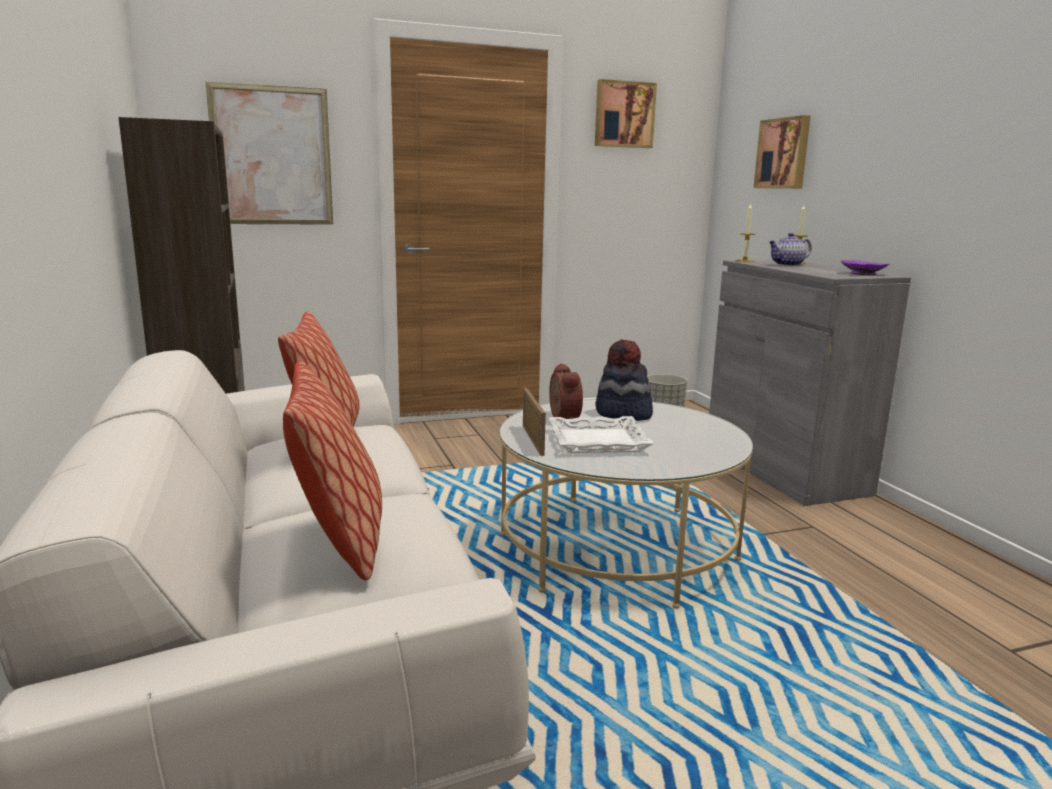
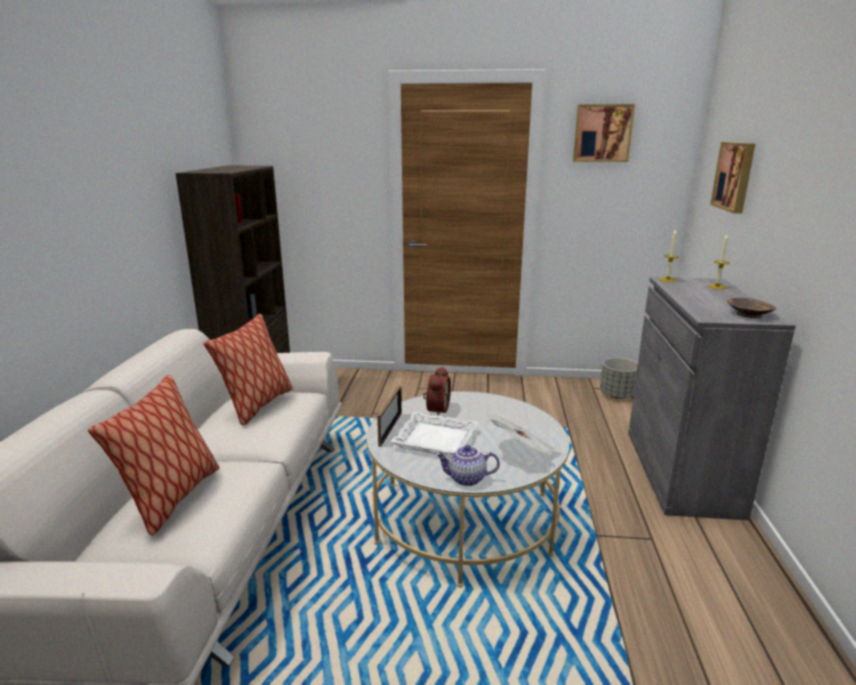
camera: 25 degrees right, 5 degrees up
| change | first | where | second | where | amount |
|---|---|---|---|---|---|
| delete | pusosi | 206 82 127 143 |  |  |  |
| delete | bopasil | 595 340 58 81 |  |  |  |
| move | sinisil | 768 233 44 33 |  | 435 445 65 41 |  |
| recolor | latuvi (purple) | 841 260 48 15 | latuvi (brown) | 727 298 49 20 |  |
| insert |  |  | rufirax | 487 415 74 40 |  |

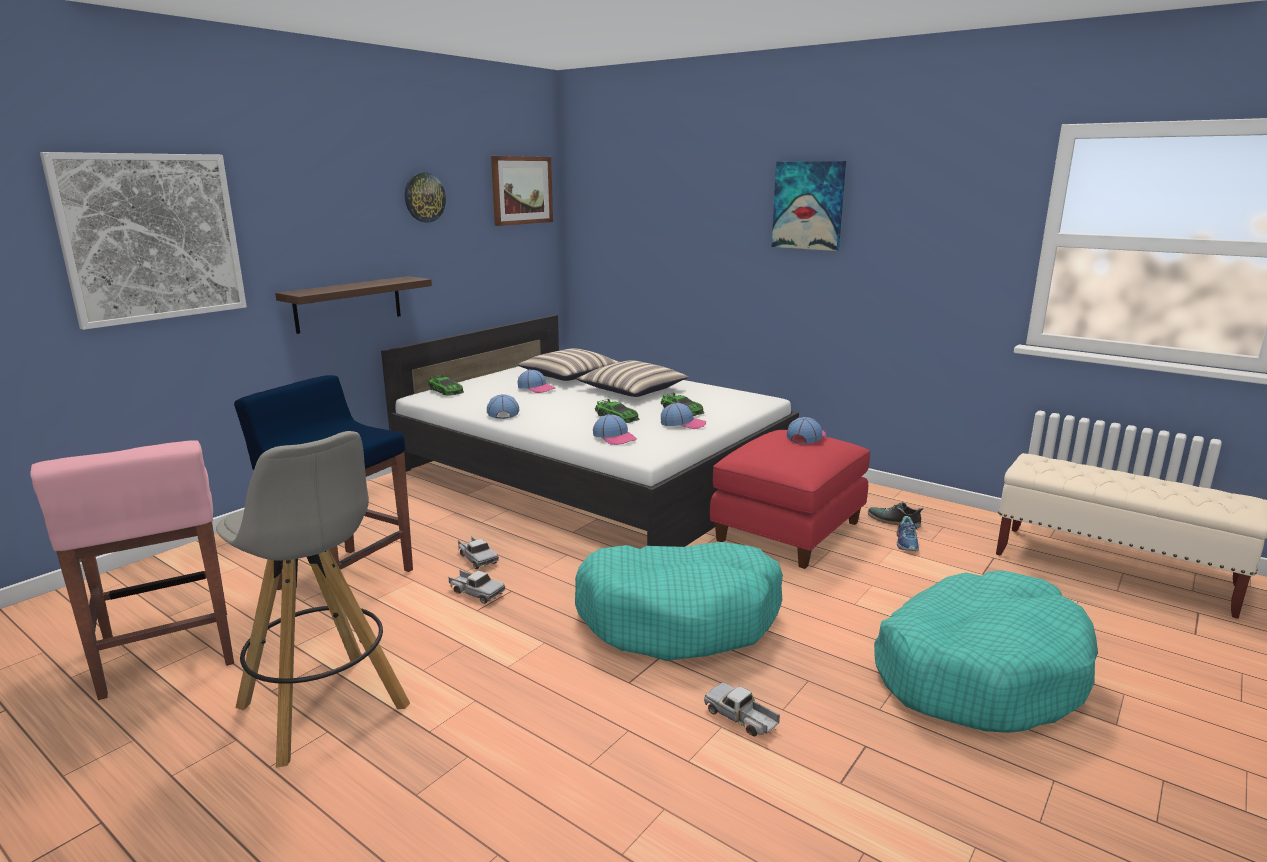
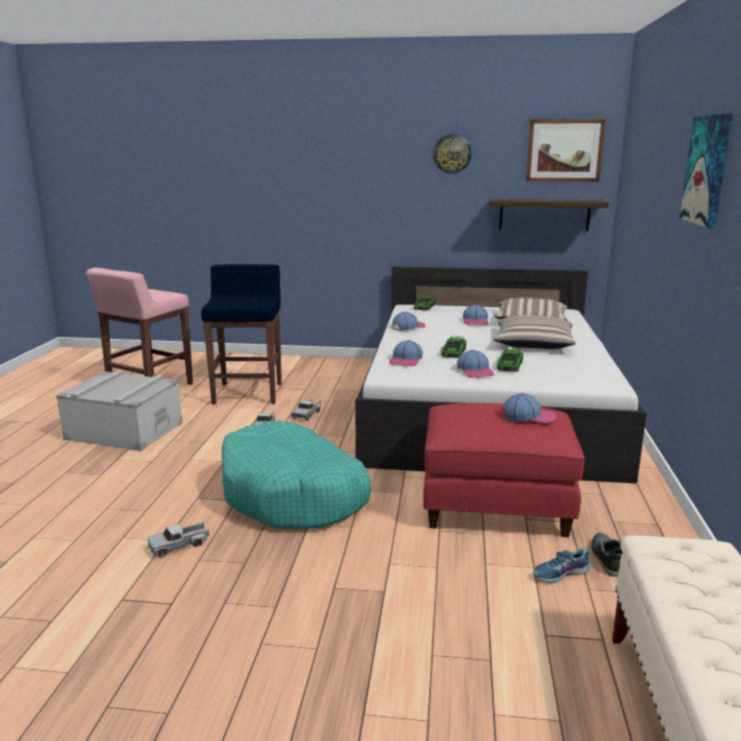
camera: 60 degrees right, 0 degrees up
| change | first | where | second | where | amount |
|---|---|---|---|---|---|
| delete | pusosi | 40 152 207 178 |  |  |  |
| replace | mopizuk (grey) | 216 431 194 337 | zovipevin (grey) | 56 371 127 80 |  |
| move | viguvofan | 275 276 157 58 |  | 489 199 120 32 |  |
| rotate | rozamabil | 704 683 76 54 |  | 147 522 62 36 | 135 degrees counterclockwise |
| delete | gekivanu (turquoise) | 874 570 224 163 |  |  |  |

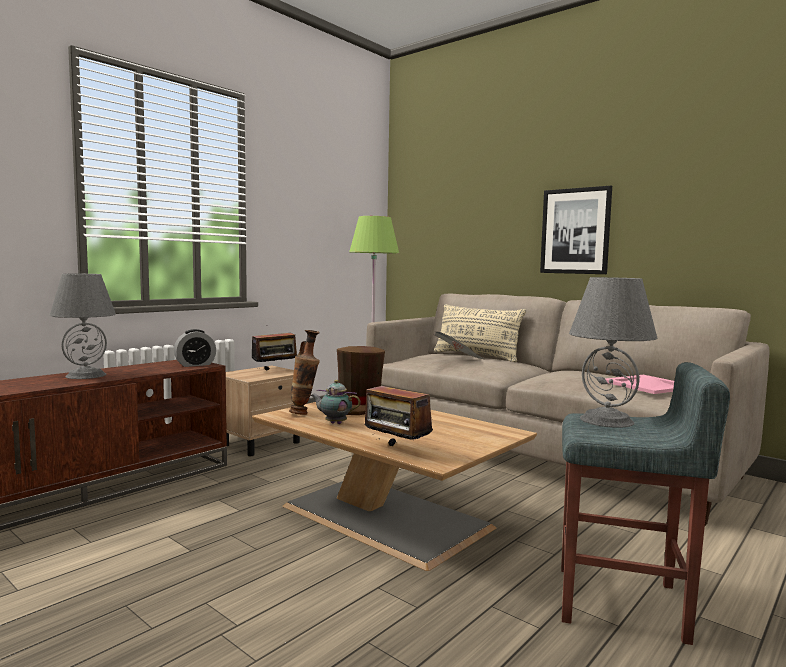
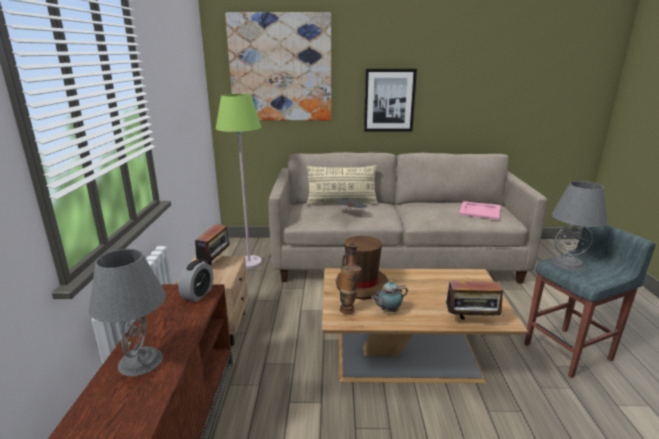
camera: 40 degrees left, 15 degrees up
| change | first | where | second | where | amount |
|---|---|---|---|---|---|
| insert |  |  | pusosi | 225 12 106 109 |  |

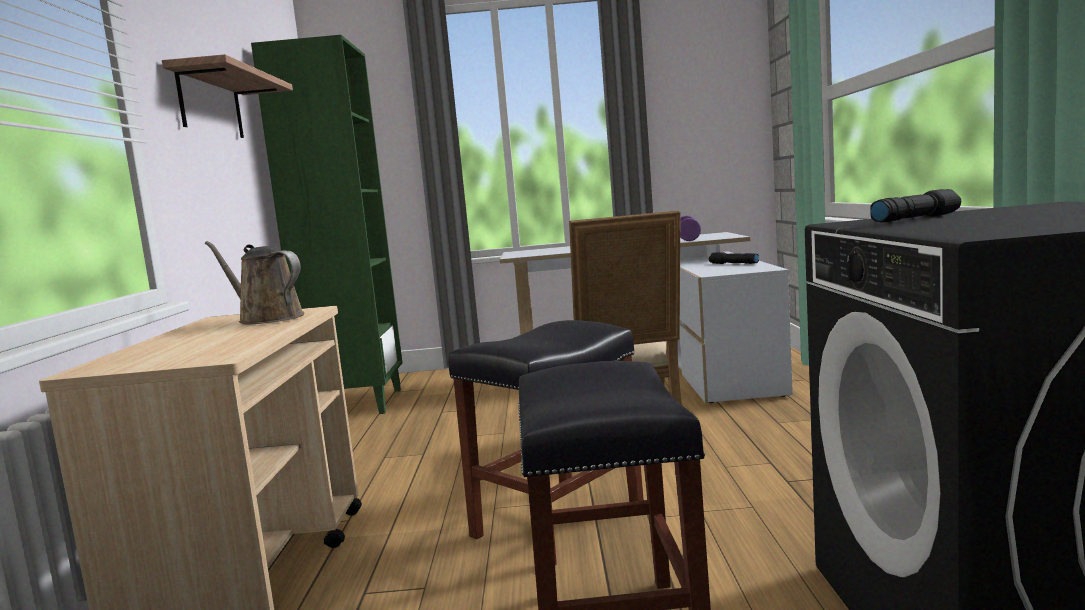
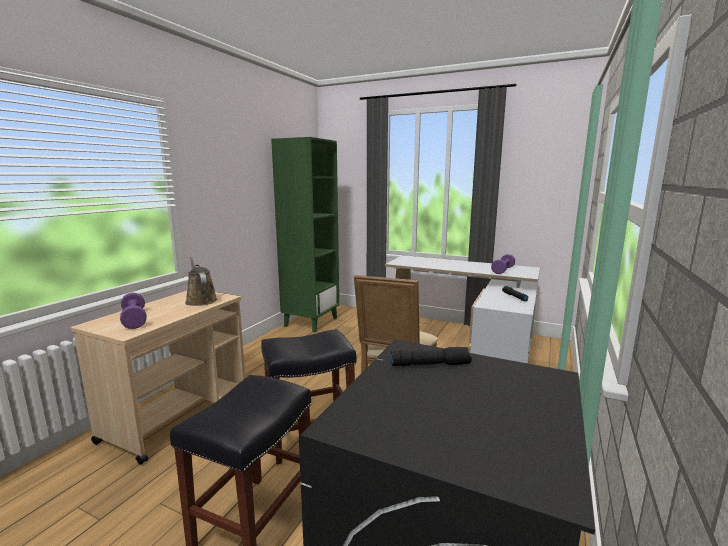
camera: 25 degrees right, 5 degrees up
| change | first | where | second | where | amount |
|---|---|---|---|---|---|
| delete | viguvofan | 162 54 131 84 |  |  |  |
| insert |  |  | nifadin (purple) | 120 293 27 36 |  |

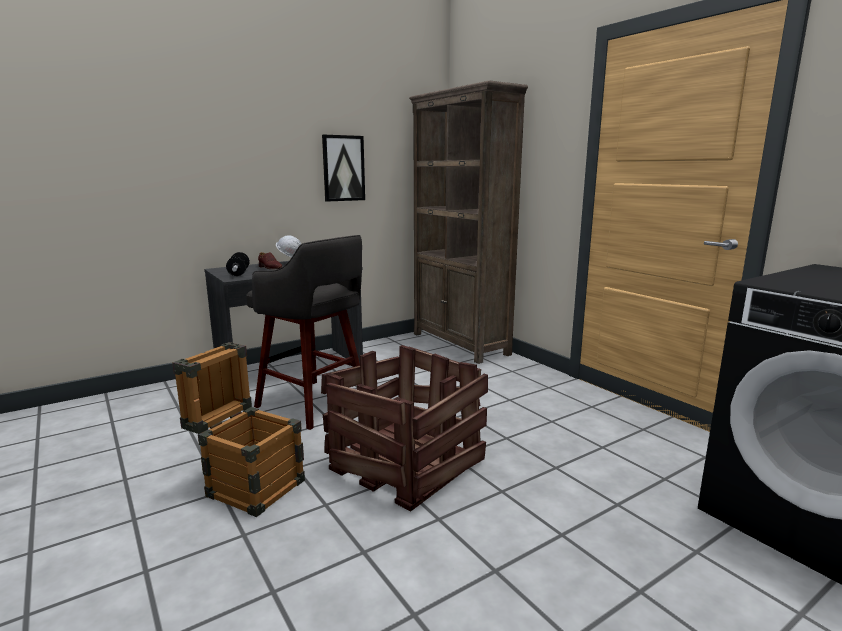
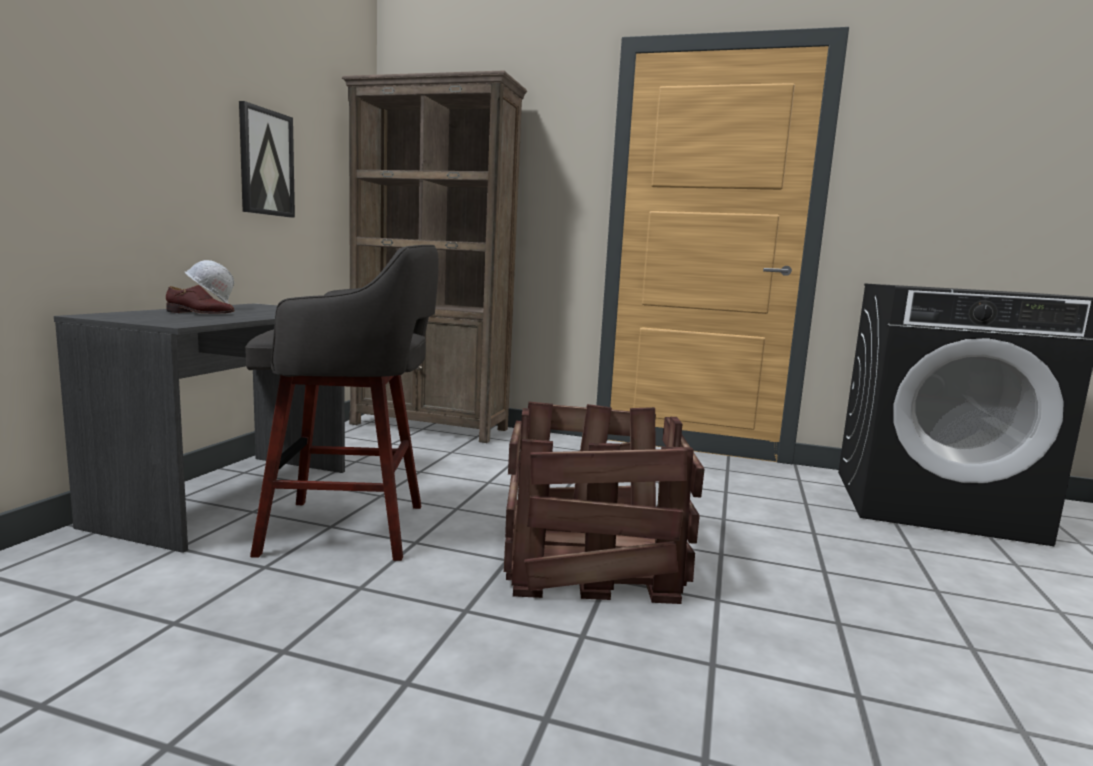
camera: 40 degrees left, 5 degrees down
| change | first | where | second | where | amount |
|---|---|---|---|---|---|
| delete | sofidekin | 172 342 133 175 |  |  |  |
| delete | nifadin | 226 252 24 24 |  |  |  |

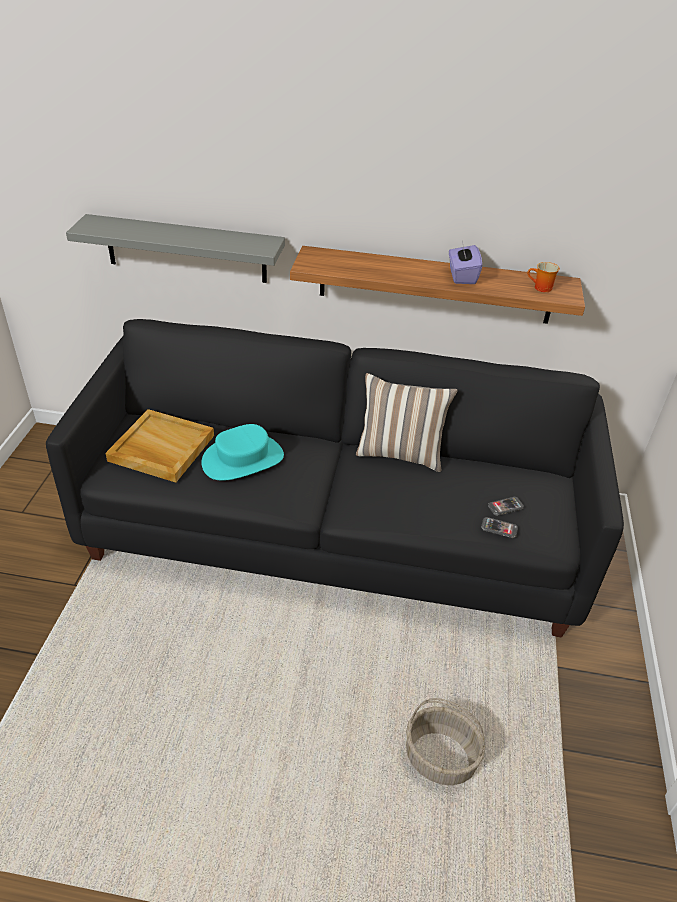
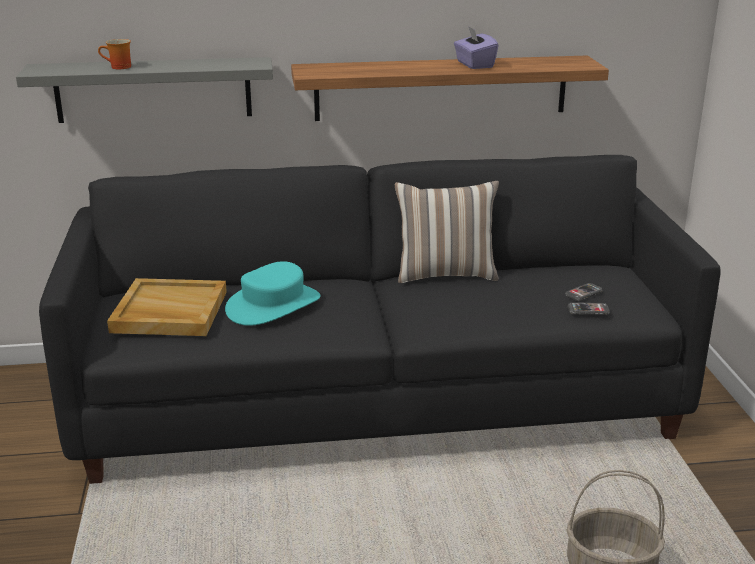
camera: 15 degrees left, 15 degrees down
| change | first | where | second | where | amount |
|---|---|---|---|---|---|
| move | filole | 527 262 33 30 |  | 98 39 33 30 |  |

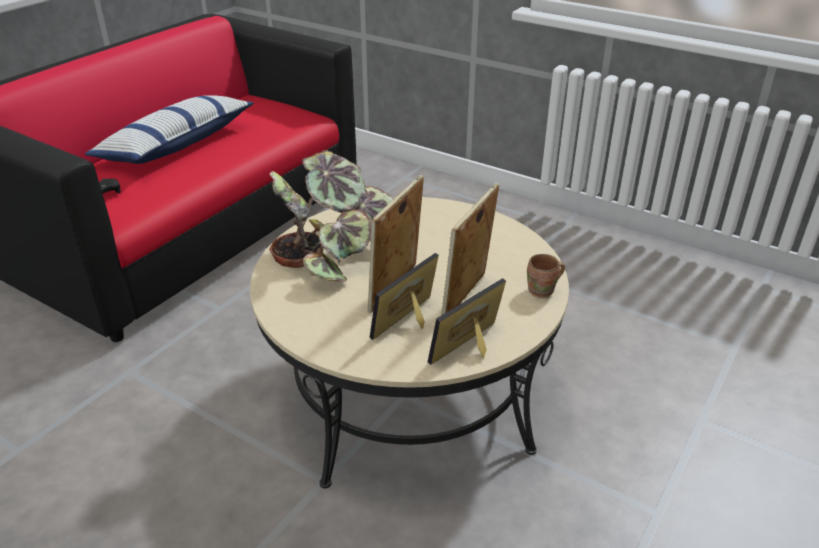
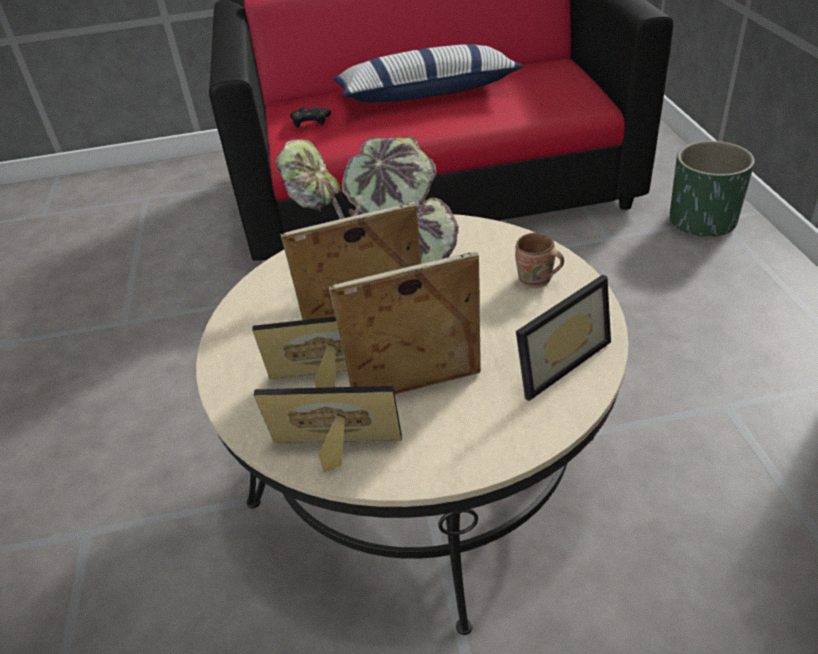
camera: 50 degrees right, 5 degrees up
| change | first | where | second | where | amount |
|---|---|---|---|---|---|
| move | filole (brown) | 527 254 38 44 |  | 515 233 49 55 |  |
| insert |  |  | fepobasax | 516 275 95 126 |  |
| insert |  |  | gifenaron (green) | 670 141 85 99 |  |

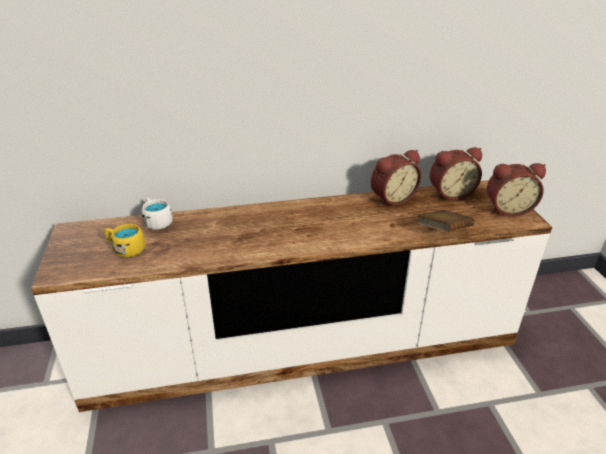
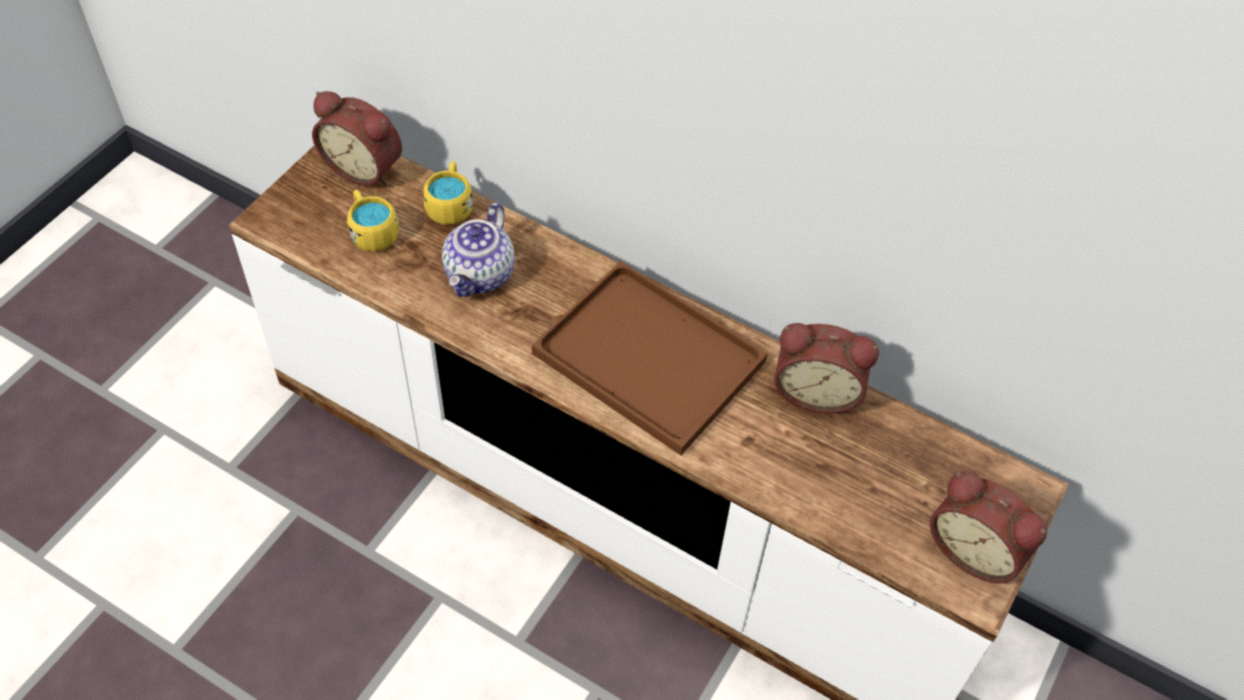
camera: 40 degrees right, 20 degrees up
| change | first | where | second | where | amount |
|---|---|---|---|---|---|
| recolor | filole (white) | 141 198 32 32 | filole (yellow) | 423 161 50 64 |  |
| delete | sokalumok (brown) | 417 210 57 21 |  |  |  |
| move | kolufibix | 430 147 52 53 |  | 312 91 90 95 |  |
| insert |  |  | sinisil | 442 203 73 94 |  |
| insert |  |  | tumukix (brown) | 532 261 236 194 |  |

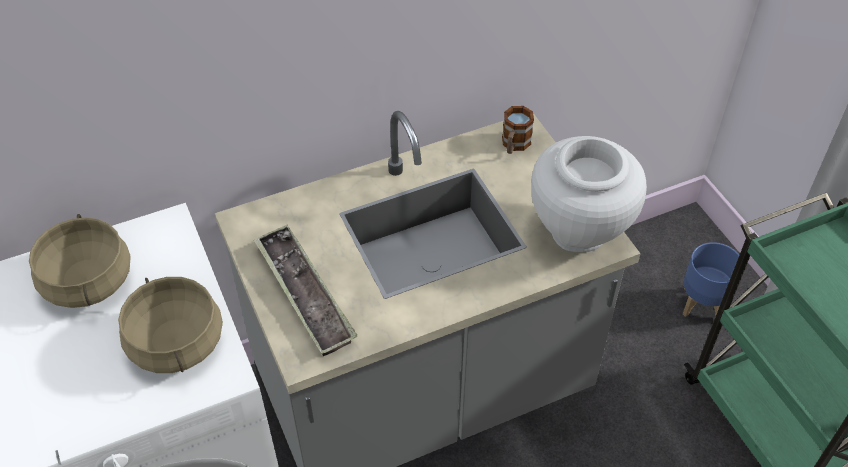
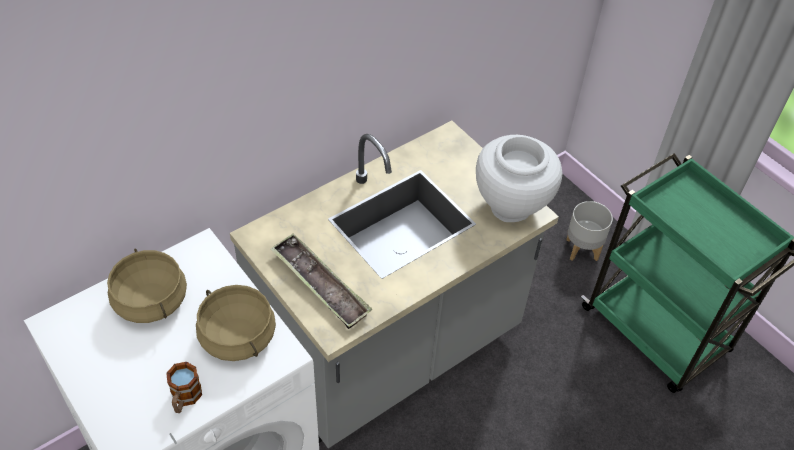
camera: 15 degrees left, 0 degrees up
| change | first | where | second | where | amount |
|---|---|---|---|---|---|
| move | filole | 502 106 32 48 |  | 166 362 36 51 |  |
| recolor | gifenaron (blue) | 683 242 56 75 | gifenaron (grey) | 566 201 47 60 |  |

